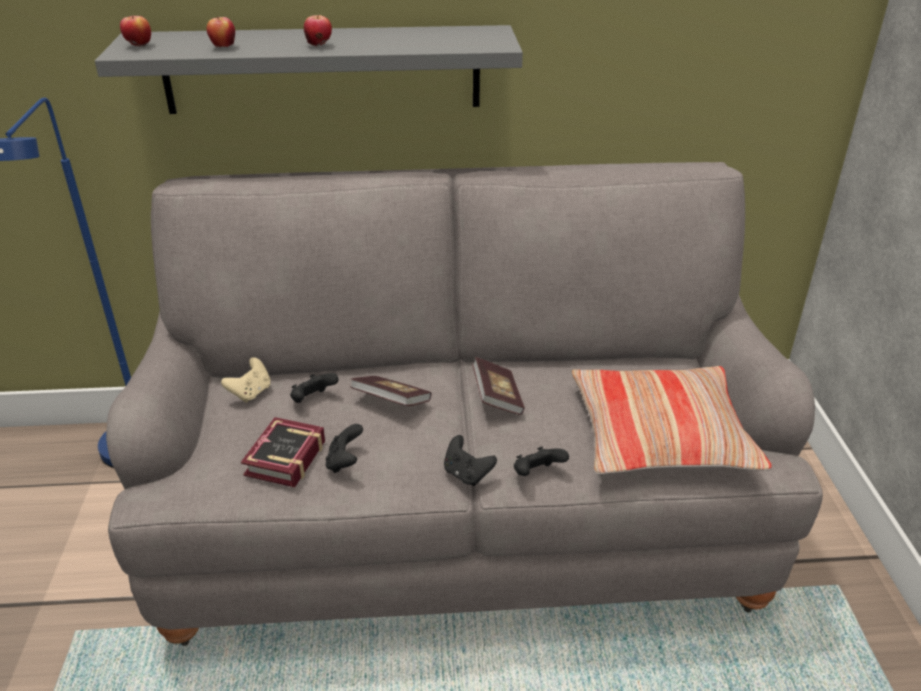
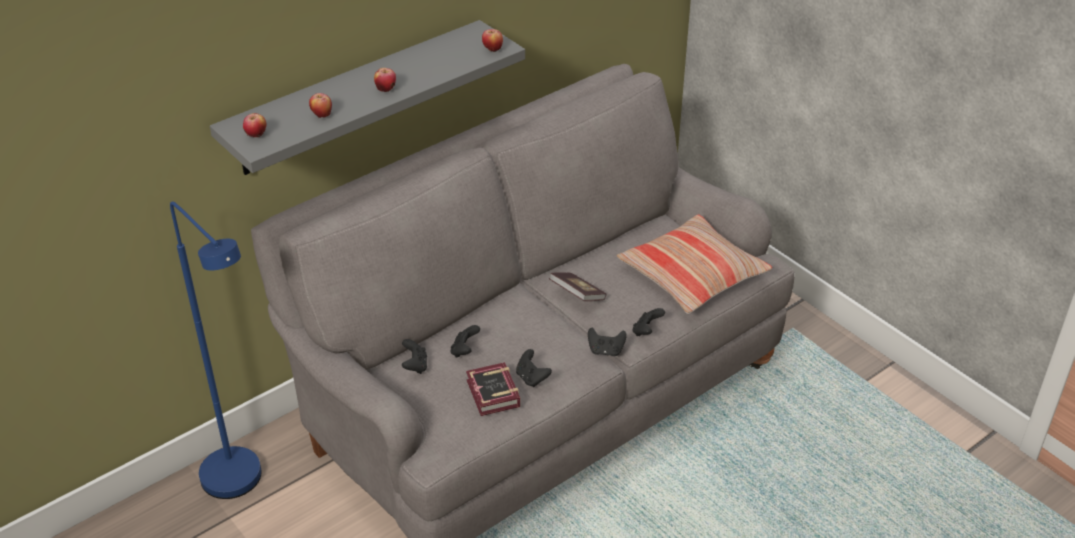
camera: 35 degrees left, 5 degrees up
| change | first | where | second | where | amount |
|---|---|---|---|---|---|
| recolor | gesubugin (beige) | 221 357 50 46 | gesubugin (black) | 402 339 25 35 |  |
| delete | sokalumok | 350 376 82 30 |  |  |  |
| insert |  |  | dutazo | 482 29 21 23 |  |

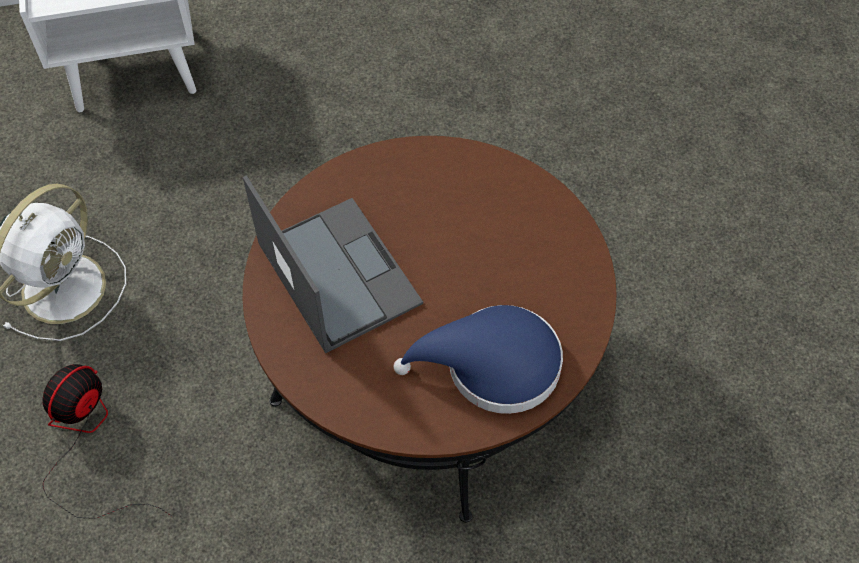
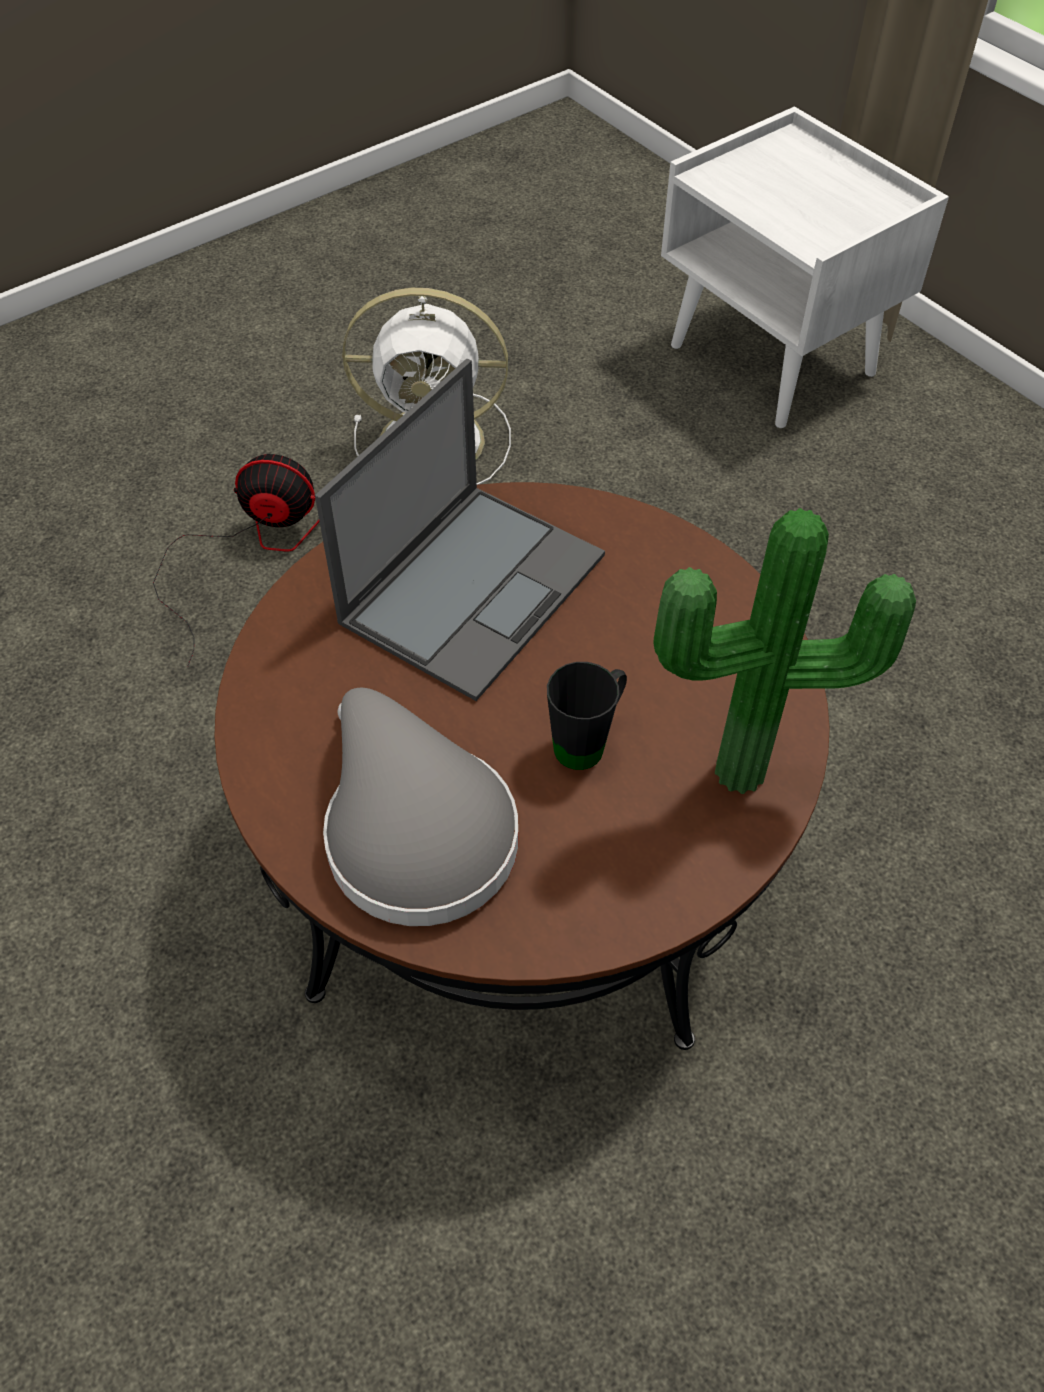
camera: 65 degrees right, 5 degrees down
| change | first | where | second | where | amount |
|---|---|---|---|---|---|
| recolor | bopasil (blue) | 394 305 169 109 | bopasil (grey) | 323 688 195 238 |  |
| insert |  |  | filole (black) | 547 662 80 108 |  |
| insert |  |  | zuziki | 654 508 262 286 |  |

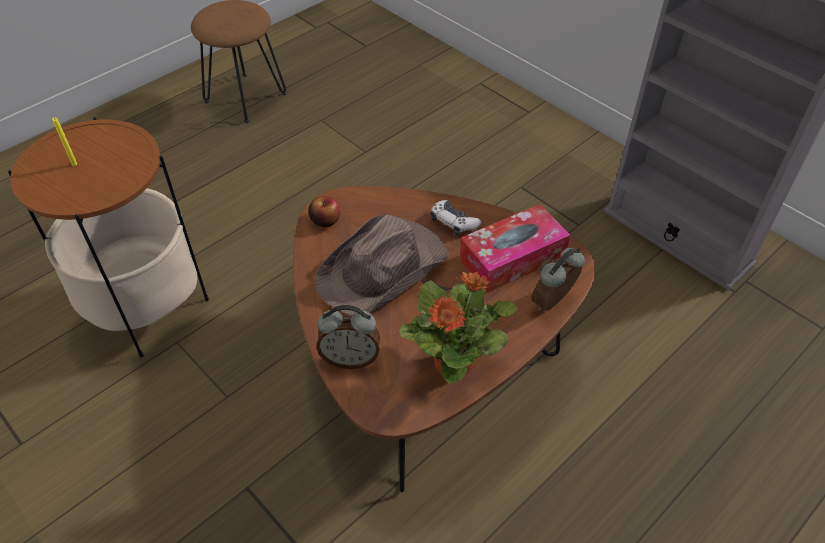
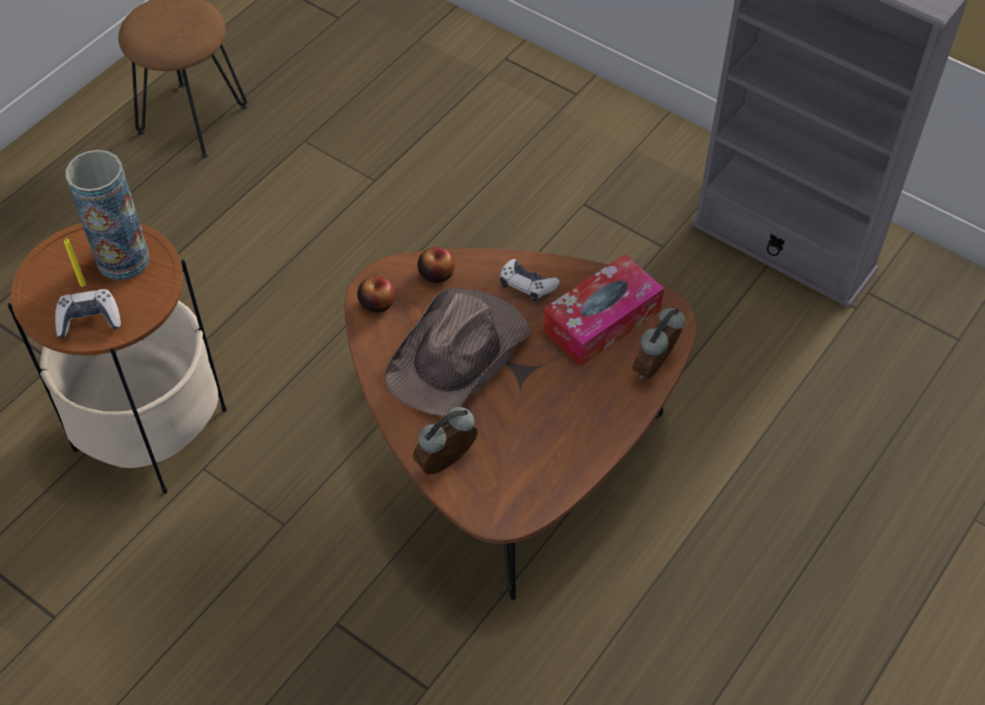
camera: 10 degrees left, 5 degrees up
| change | first | where | second | where | amount |
|---|---|---|---|---|---|
| rotate | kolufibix | 317 305 63 64 |  | 413 407 65 68 | 150 degrees clockwise |
| delete | zuziki | 399 271 119 113 |  |  |  |
| insert |  |  | gesubugin | 55 289 66 49 |  |
| insert |  |  | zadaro | 65 150 85 130 |  |
| insert |  |  | dutazo | 418 247 37 36 |  |

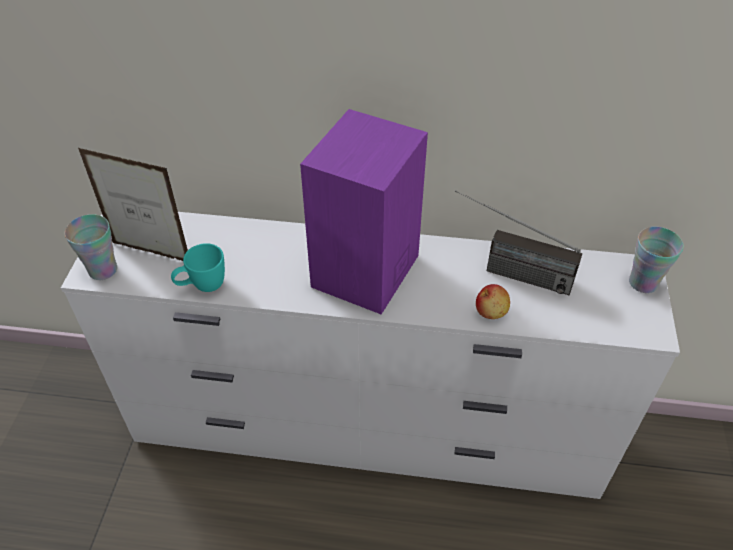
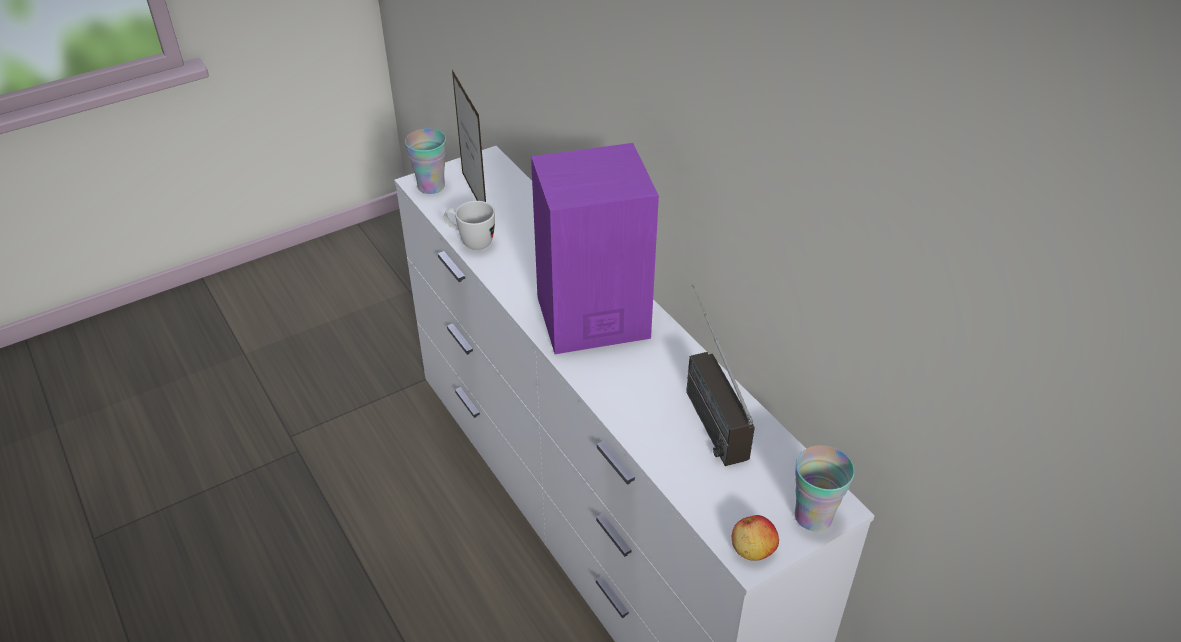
camera: 50 degrees right, 5 degrees down
| change | first | where | second | where | amount |
|---|---|---|---|---|---|
| recolor | filole (turquoise) | 171 243 54 49 | filole (white) | 444 201 51 49 |  |
| move | dutazo | 476 284 34 35 |  | 731 515 48 46 |  |

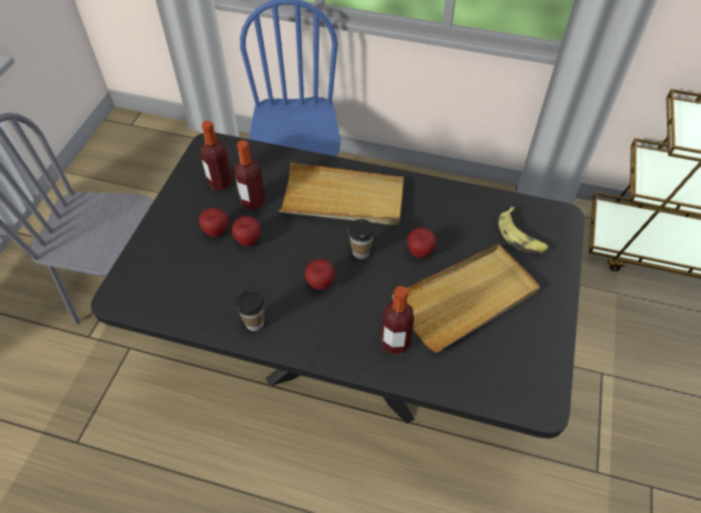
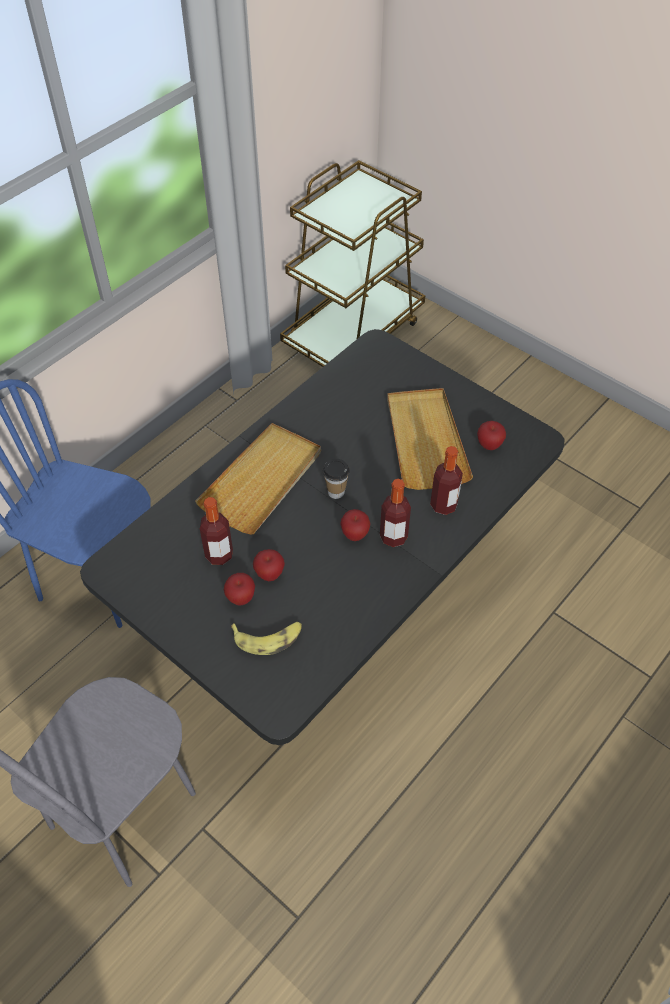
camera: 65 degrees left, 0 degrees up
| change | first | where | second | where | amount |
|---|---|---|---|---|---|
| move | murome | 200 121 32 69 |  | 380 479 31 68 |  |
| delete | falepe | 235 290 30 41 |  |  |  |
| move | dutazo | 407 227 29 31 |  | 477 421 29 29 |  |
| move | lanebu | 498 207 50 46 |  | 231 622 71 33 |  |

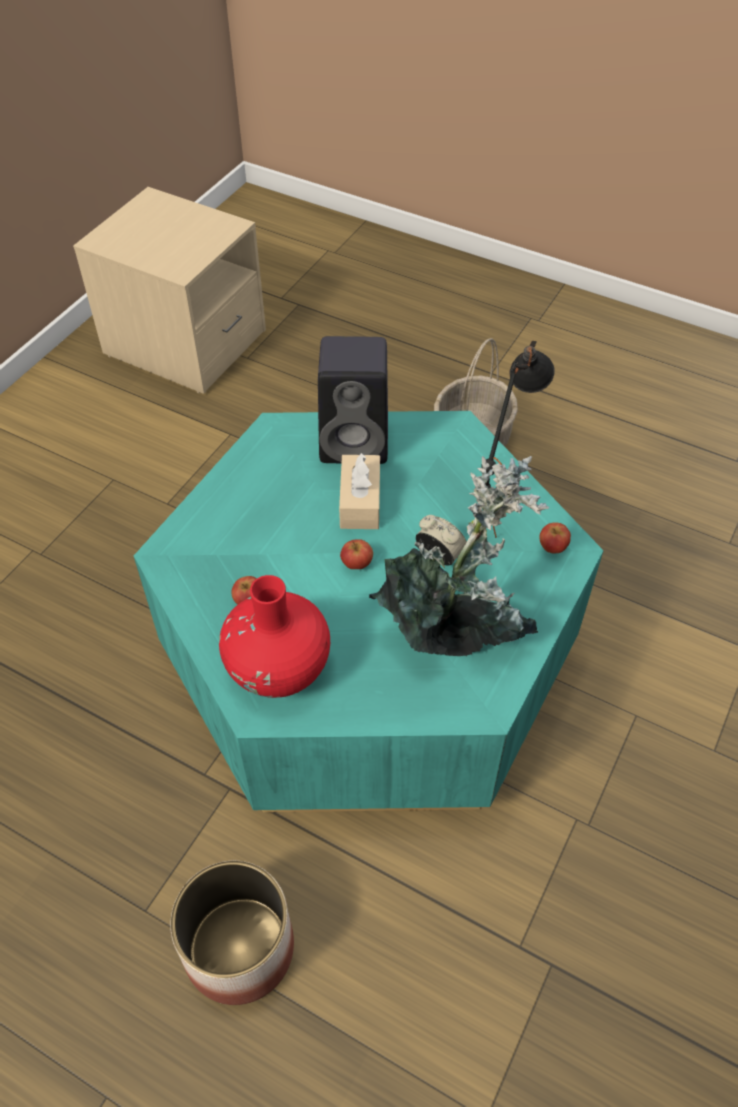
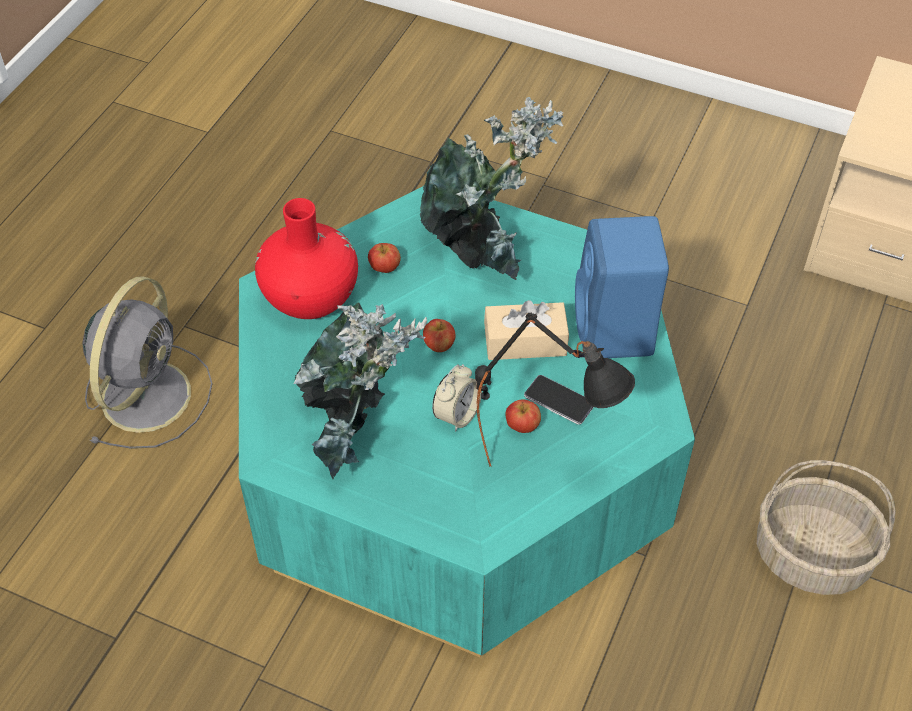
camera: 85 degrees right, 0 degrees up
| change | first | where | second | where | amount |
|---|---|---|---|---|---|
| replace | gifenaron | 170 861 124 144 | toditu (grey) | 82 276 130 173 |  |
| recolor | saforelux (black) | 318 336 70 128 | saforelux (blue) | 575 216 94 142 |  |
| move | dutazo | 540 523 31 30 |  | 506 400 35 33 |  |
| insert |  |  | zuziki | 420 97 143 183 |  |
| insert |  |  | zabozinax | 524 375 70 50 |  |

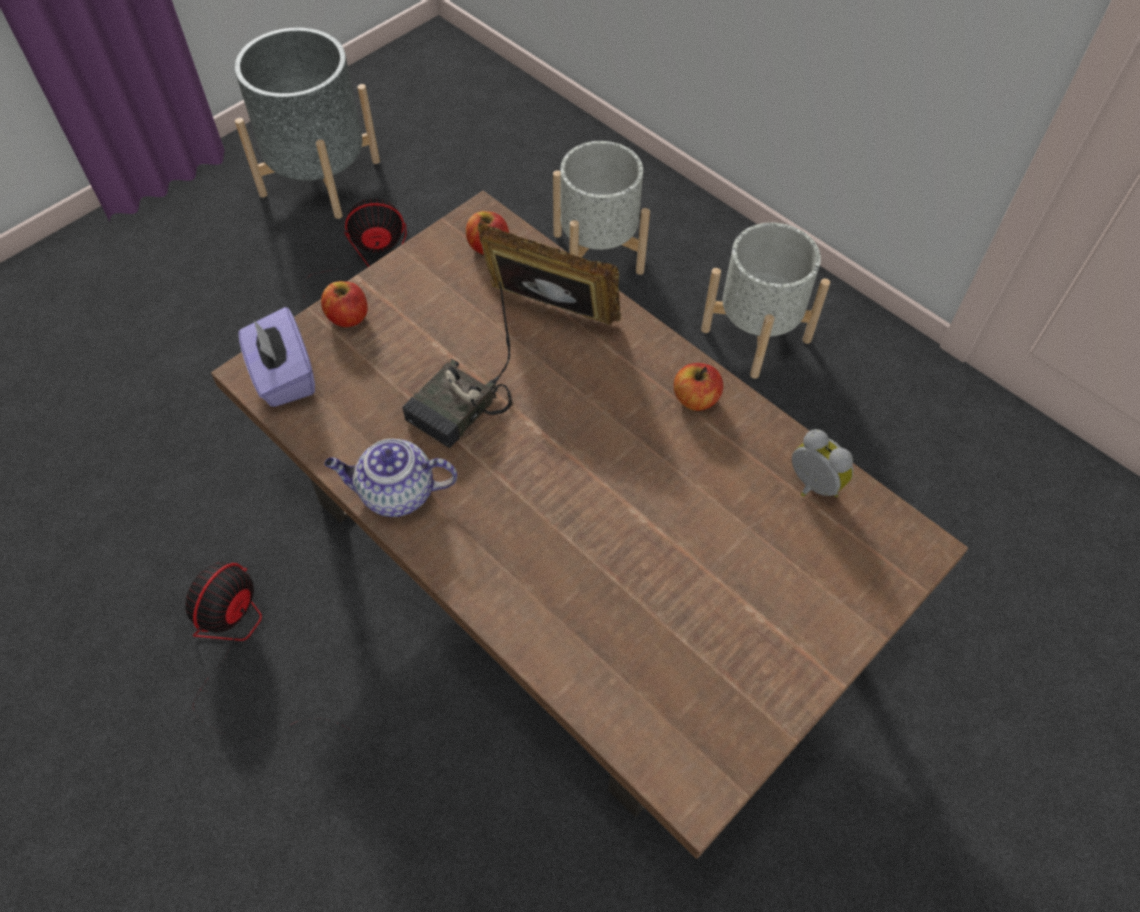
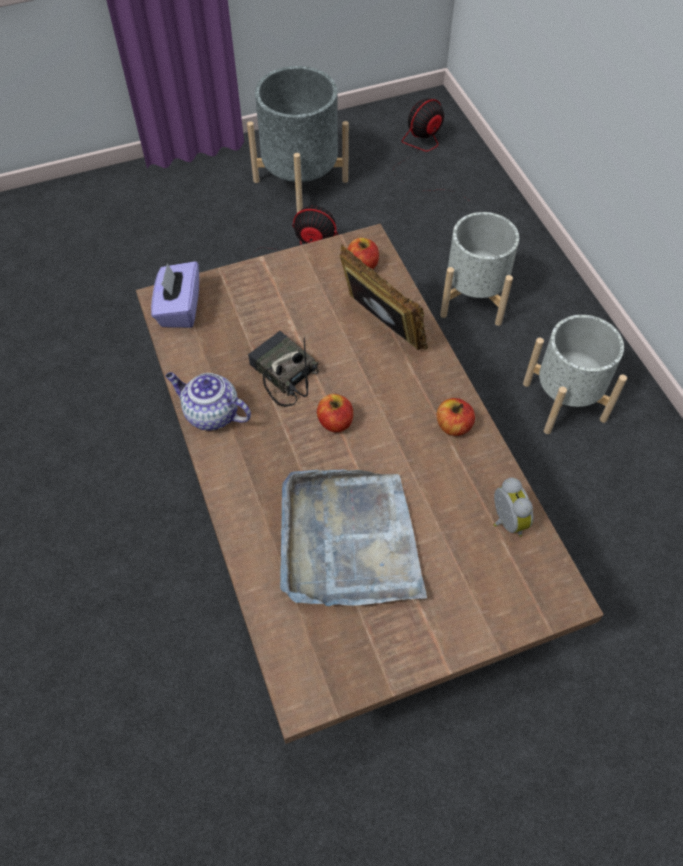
camera: 25 degrees right, 0 degrees up
| change | first | where | second | where | amount |
|---|---|---|---|---|---|
| move | toditu | 185 562 165 180 |  | 393 98 77 103 |  |
| move | dutazo | 321 281 47 46 |  | 317 394 36 38 |  |
| rotate | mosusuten | 402 282 110 166 |  | 248 331 71 76 | 75 degrees clockwise |
| insert |  |  | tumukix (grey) | 280 469 147 137 |  |

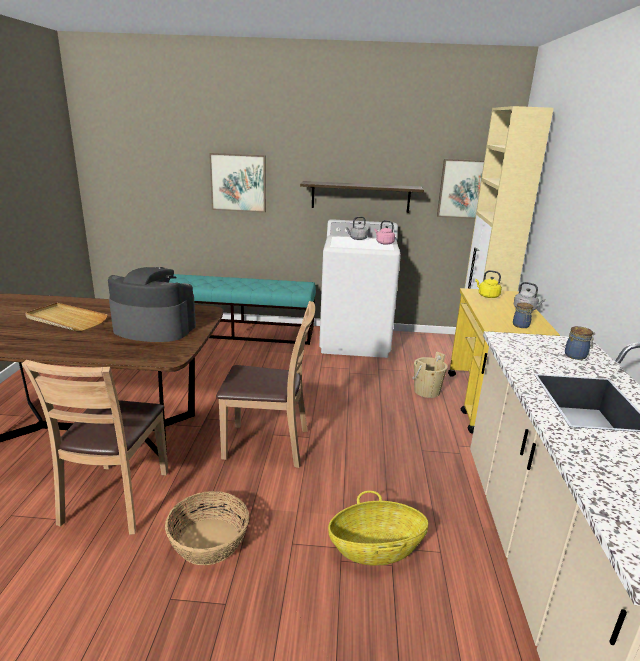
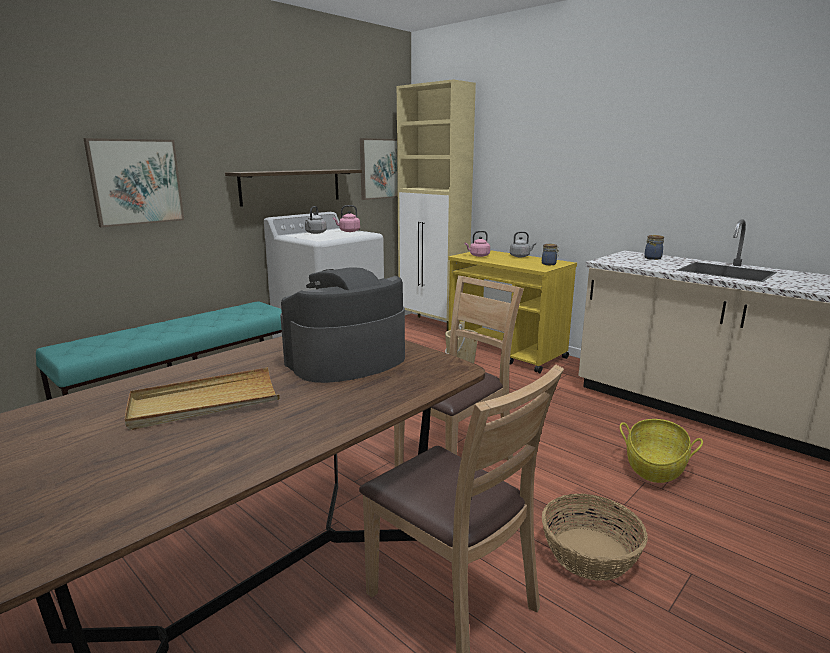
camera: 50 degrees left, 5 degrees down
| change | first | where | second | where | amount |
|---|---|---|---|---|---|
| recolor | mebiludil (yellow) | 475 270 27 28 | mebiludil (pink) | 465 231 25 26 |  |

